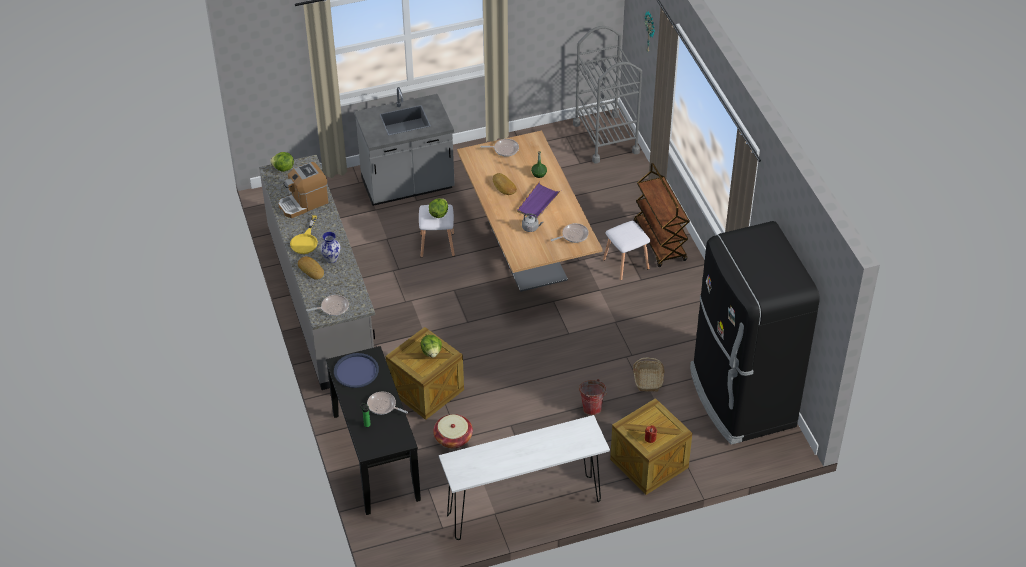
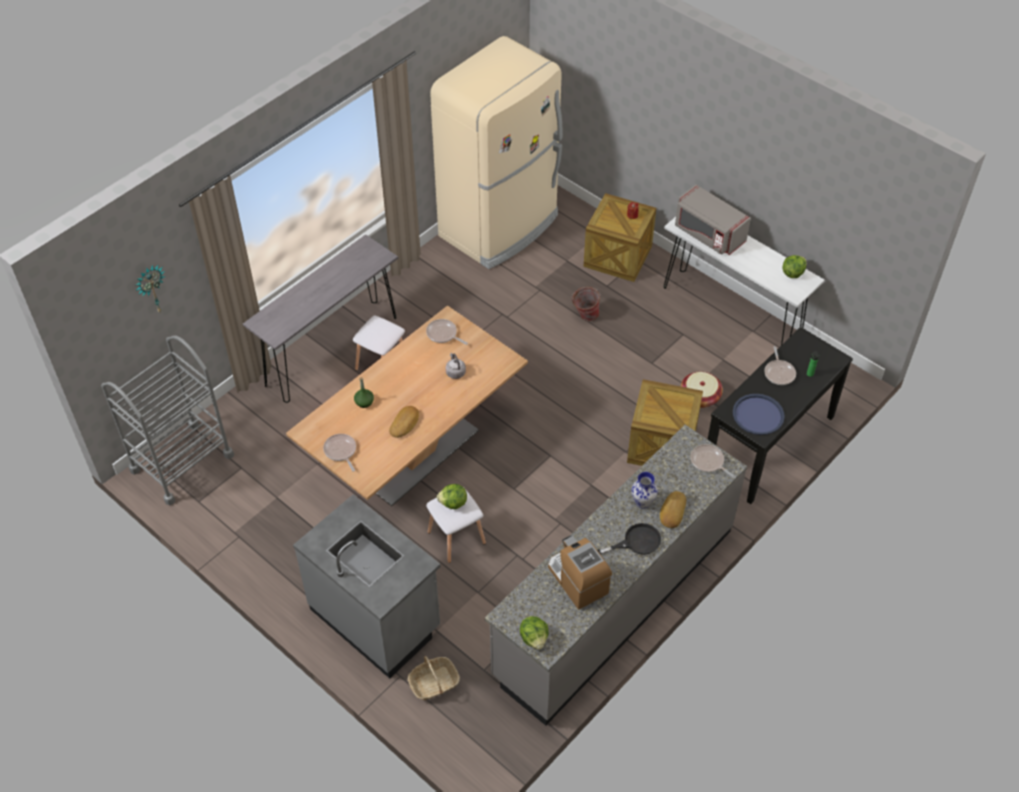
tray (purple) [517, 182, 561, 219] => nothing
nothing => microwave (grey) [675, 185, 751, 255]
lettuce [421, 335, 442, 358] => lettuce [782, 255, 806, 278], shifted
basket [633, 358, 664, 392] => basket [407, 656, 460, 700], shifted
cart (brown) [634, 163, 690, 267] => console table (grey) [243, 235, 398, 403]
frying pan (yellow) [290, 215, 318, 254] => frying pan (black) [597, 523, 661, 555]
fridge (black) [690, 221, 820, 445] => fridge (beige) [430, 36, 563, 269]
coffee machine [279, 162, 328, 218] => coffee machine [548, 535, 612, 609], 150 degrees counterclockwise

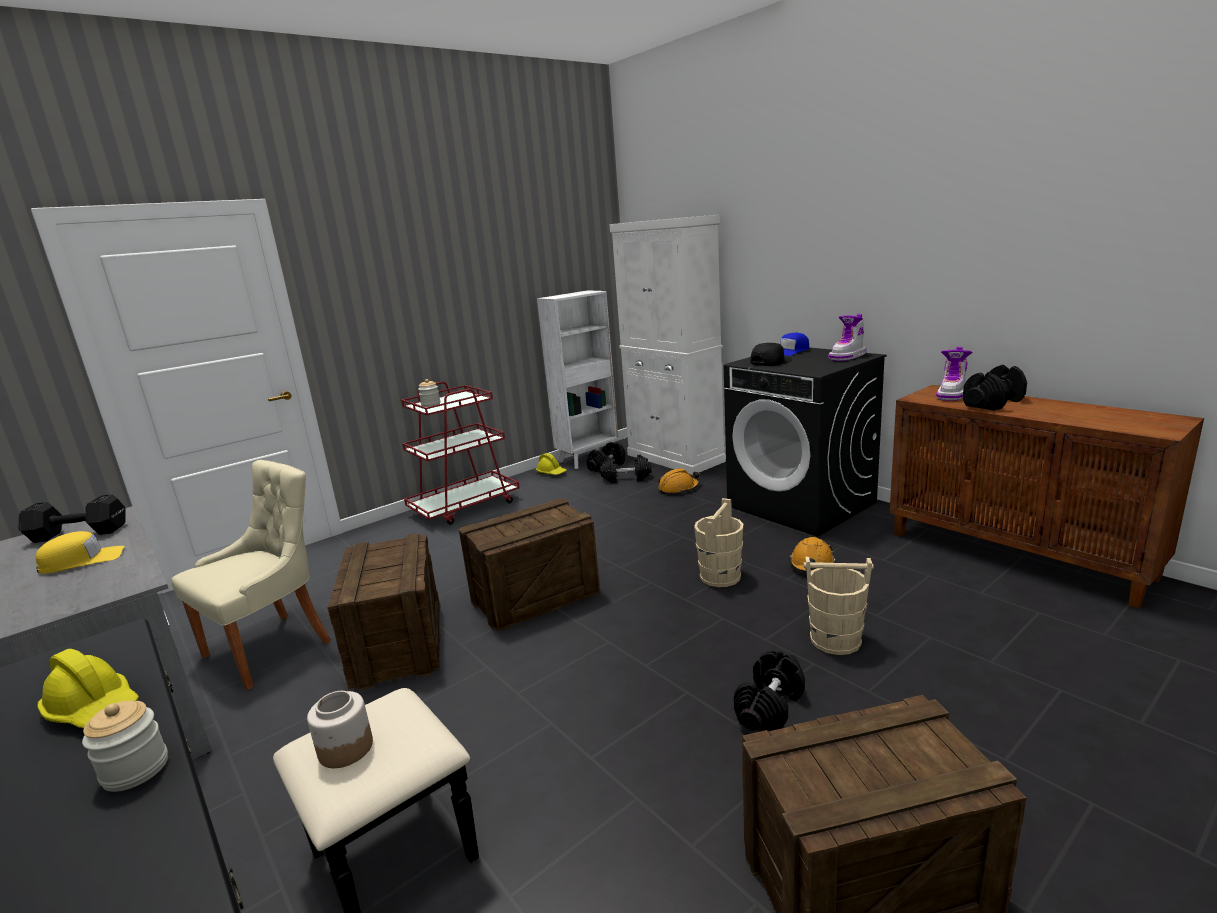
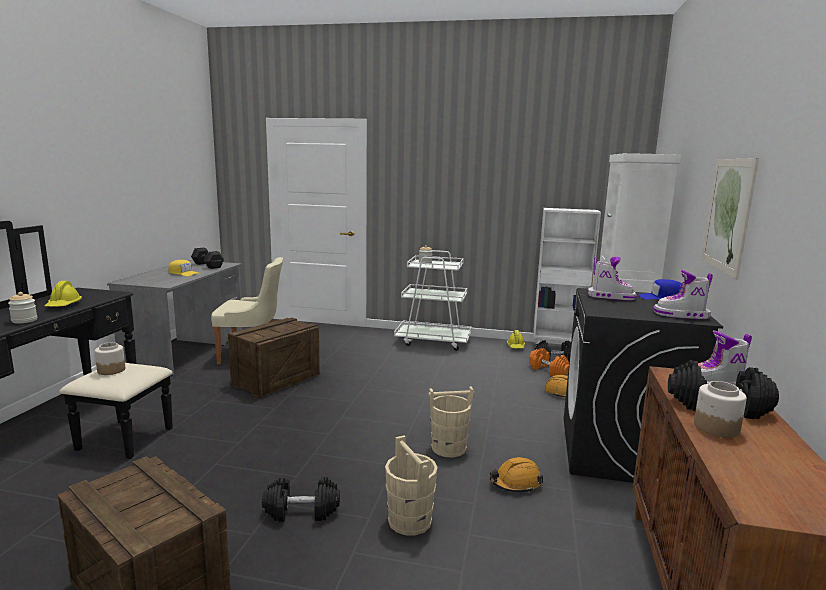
crate [459, 498, 600, 631] => nothing
nothing => jar [694, 381, 747, 438]
nothing => picture [701, 158, 759, 280]
cap (black) [750, 343, 792, 366] => boot [587, 257, 637, 301]
cart (red) [401, 381, 520, 525] => cart (white) [394, 250, 472, 351]
dumbbell (black) [600, 454, 651, 483] => dumbbell (orange) [529, 348, 569, 376]

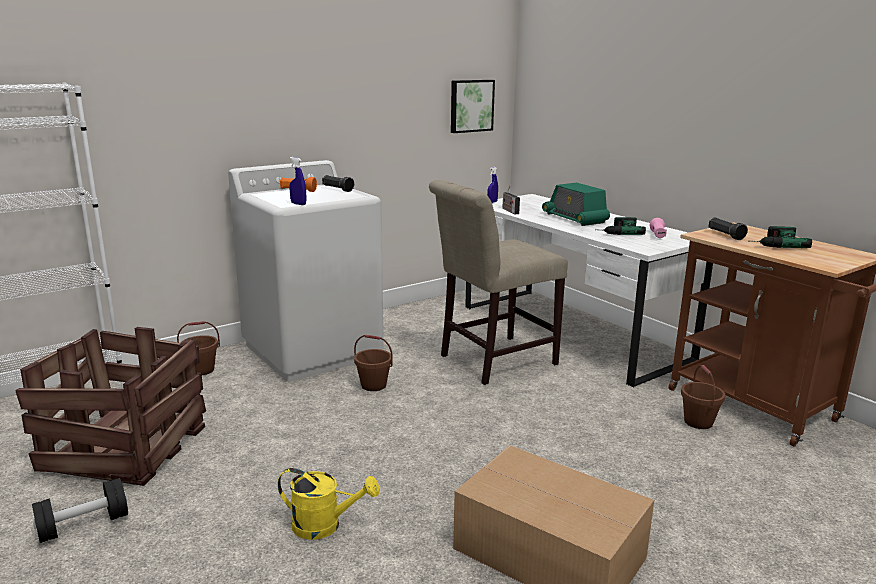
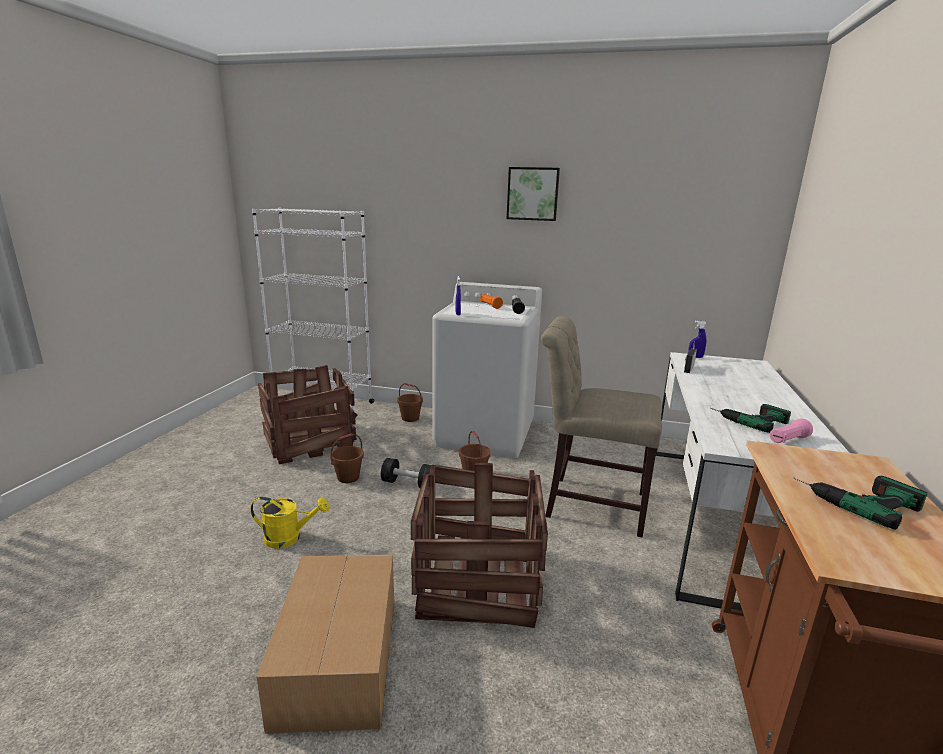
radio [542, 183, 610, 226] => nothing
flashlight (black) [708, 218, 748, 240] => nothing
nothing => crate [411, 463, 548, 628]
dumbbell (black) [32, 478, 128, 543] => dumbbell (black) [381, 458, 432, 488], shifted
picture [451, 80, 495, 133] => picture [507, 167, 560, 221], shifted
bucket (brown) [681, 365, 725, 429] => bucket (brown) [330, 433, 364, 483], shifted
watering can (yellow) [277, 468, 379, 540] => watering can (yellow) [251, 497, 329, 548], 60 degrees counterclockwise

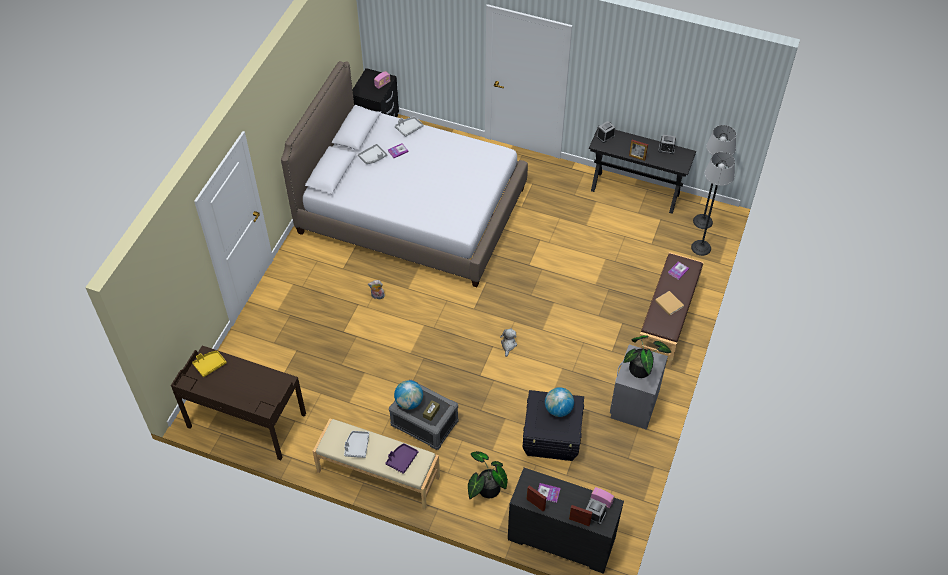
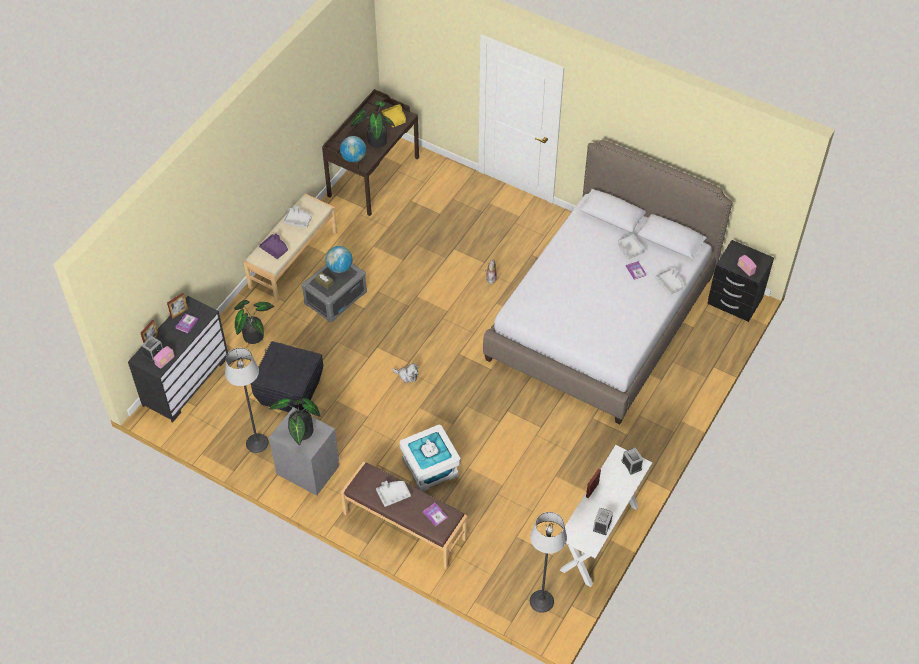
nothing => potted plant [350, 100, 395, 148]
nothing => storage box (white) [399, 425, 460, 491]
globe [545, 387, 574, 417] => globe [340, 136, 366, 162], shifted
floor lamp [691, 152, 735, 256] => floor lamp [225, 348, 269, 453], shifted
book (beige) [655, 291, 684, 315] => tray (grey) [376, 481, 411, 507]
console table (black) [589, 125, 696, 214] => console table (white) [560, 445, 652, 587]

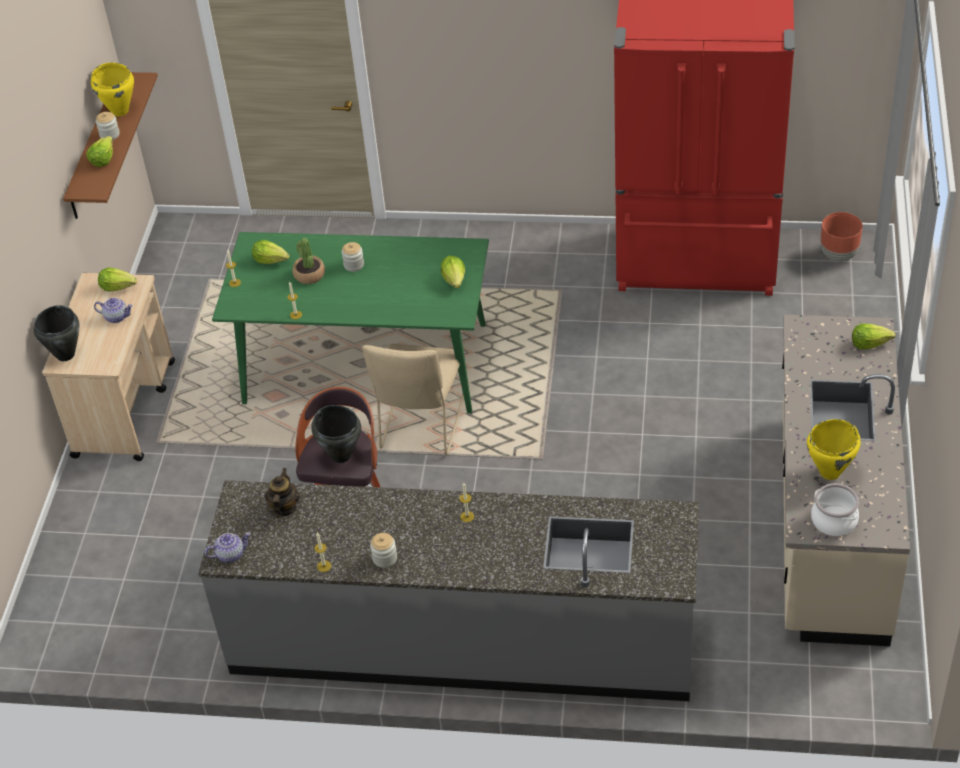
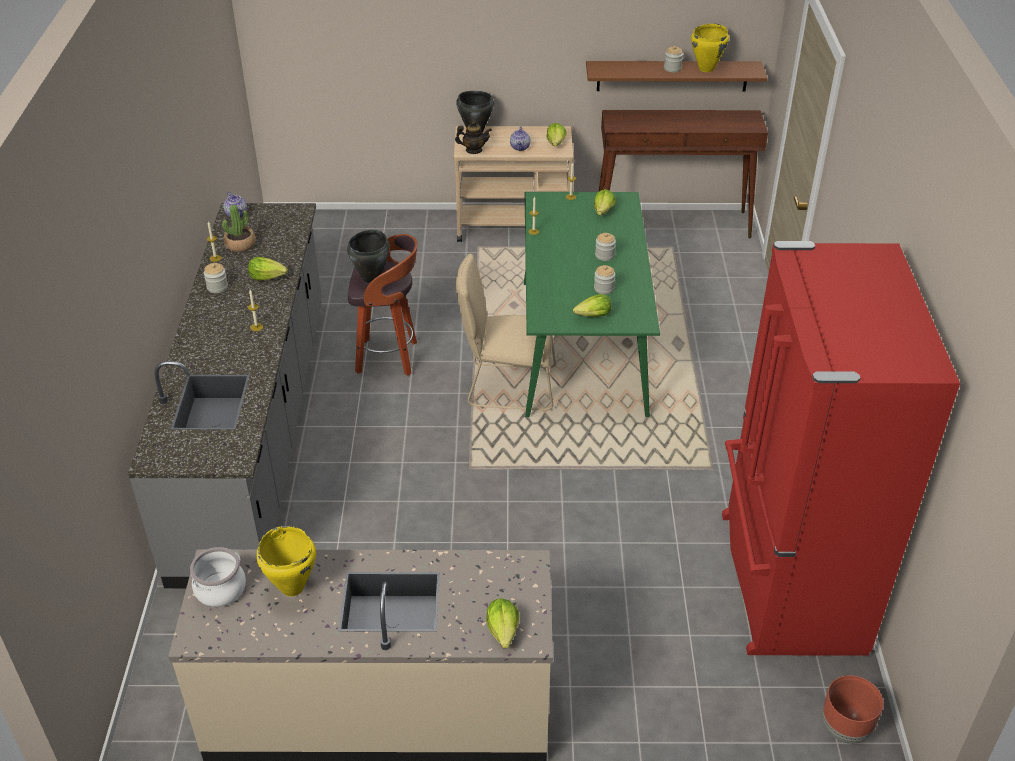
nothing => jar [594, 265, 615, 294]
nothing => console table (brown) [599, 110, 768, 238]
lettuce [87, 136, 113, 167] => lettuce [248, 257, 288, 280], shifted
teapot [265, 468, 300, 518] => teapot [455, 120, 492, 154], shifted
potted plant [293, 238, 325, 284] => potted plant [222, 204, 256, 252], shifted

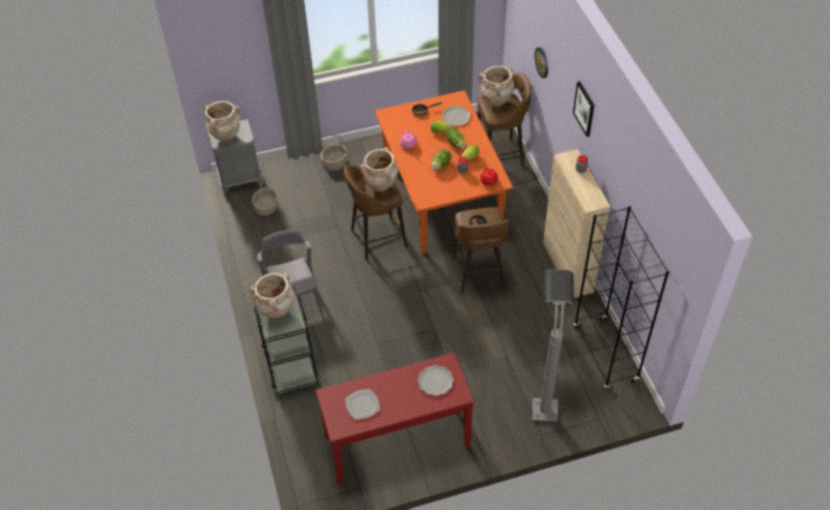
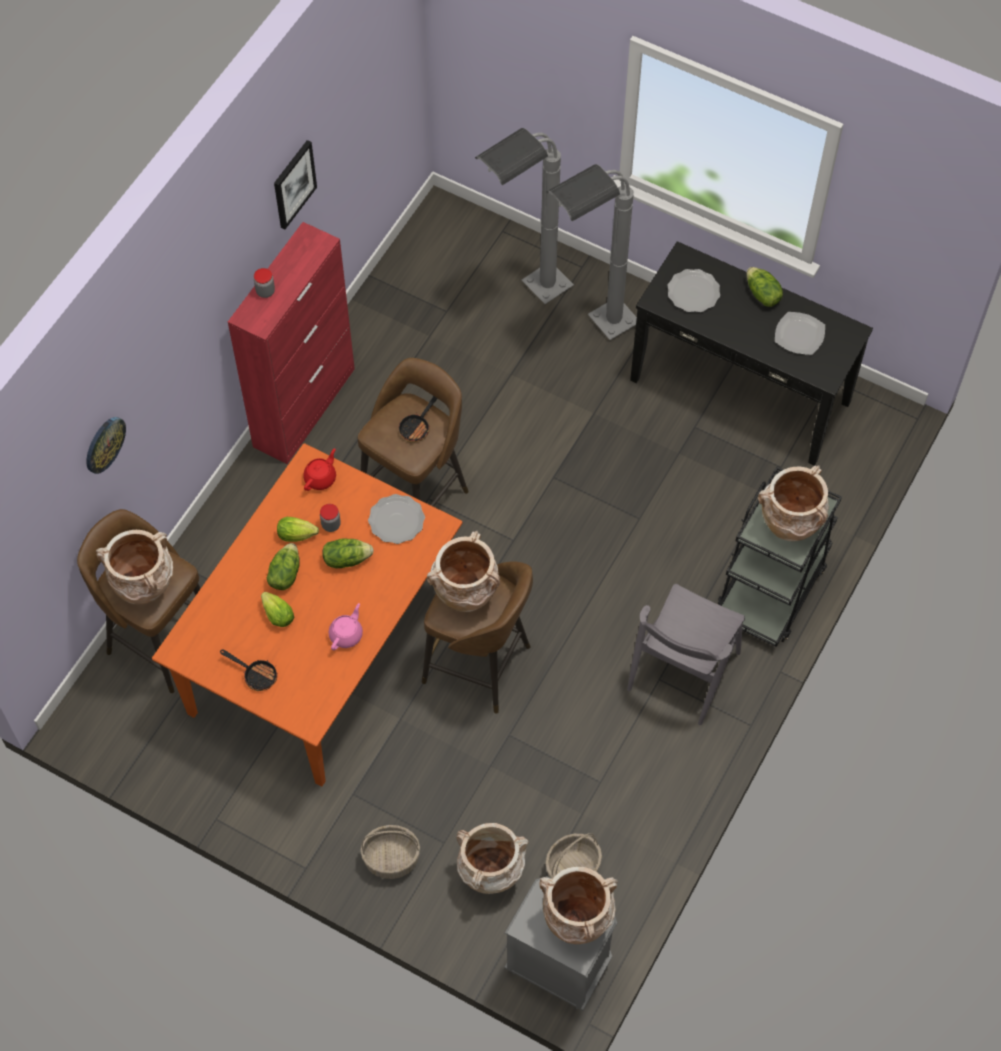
bookcase (black) [573, 206, 669, 391] => nothing
nothing => vase (beige) [456, 823, 529, 894]
nothing => floor lamp (grey) [546, 164, 637, 340]
nothing => lettuce [747, 267, 783, 307]
plate [442, 106, 471, 126] => plate [368, 494, 425, 544], shifted
picture [573, 81, 594, 137] => picture [274, 140, 317, 229], shifted
console table (red) [316, 353, 474, 484] => console table (black) [630, 241, 873, 466]
cabinet (beige) [543, 149, 610, 298] => cabinet (red) [228, 222, 355, 464]

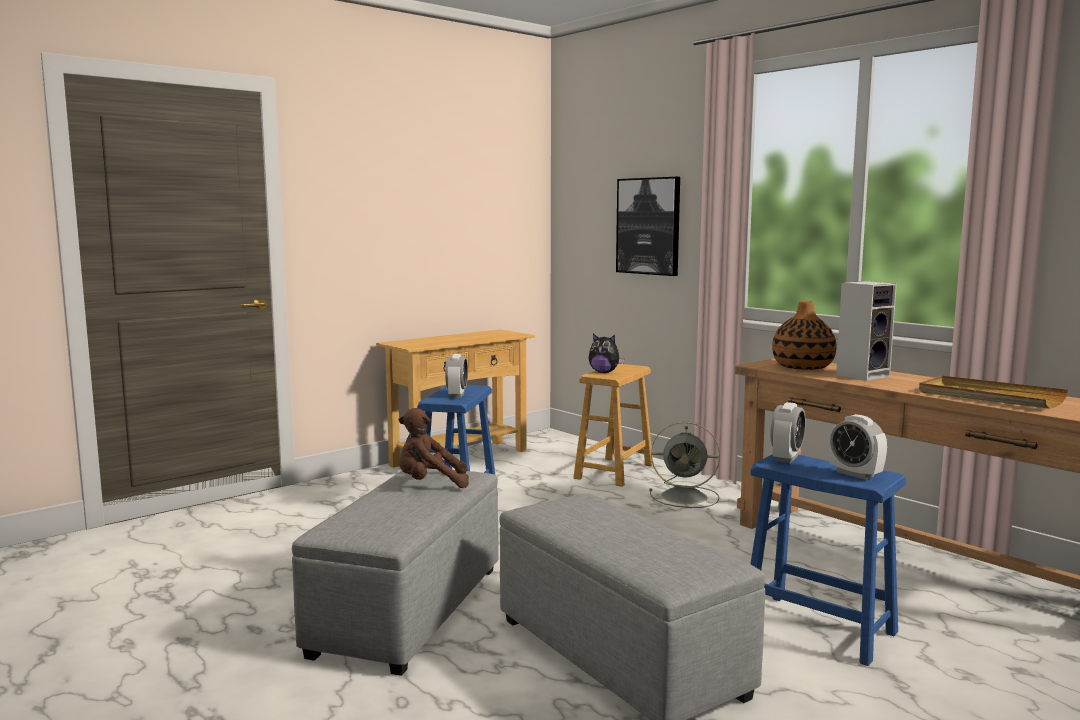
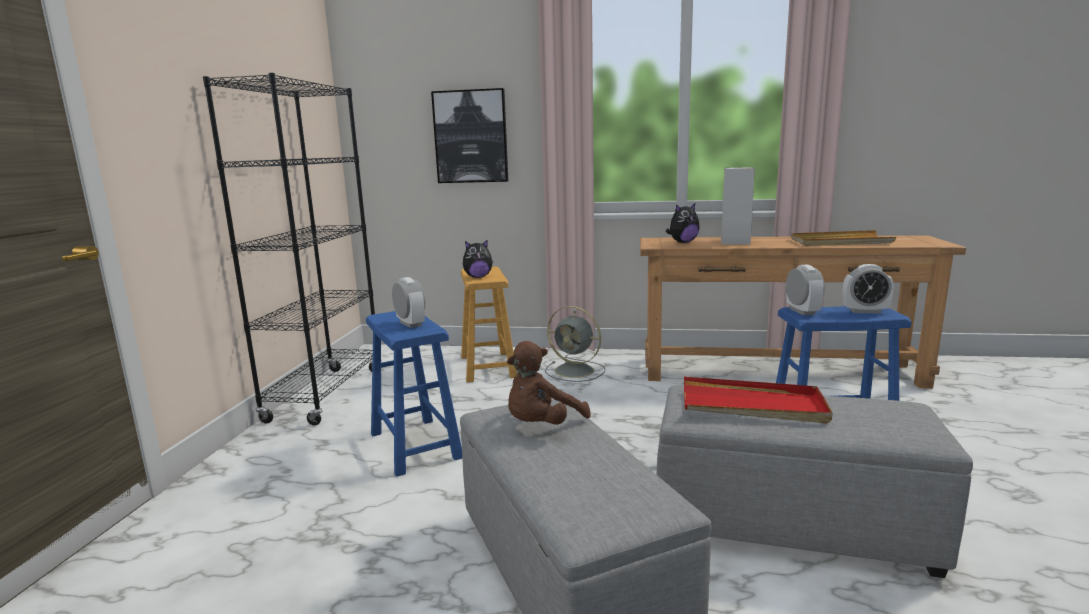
nothing => tray (red) [684, 377, 833, 423]
console table (beige) [376, 330, 535, 468] => bookcase (black) [203, 73, 382, 425]
vase [772, 301, 837, 370] => plush toy [666, 203, 700, 243]
fan (grey) [649, 422, 720, 508] => fan (grey) [545, 306, 605, 382], 60 degrees clockwise

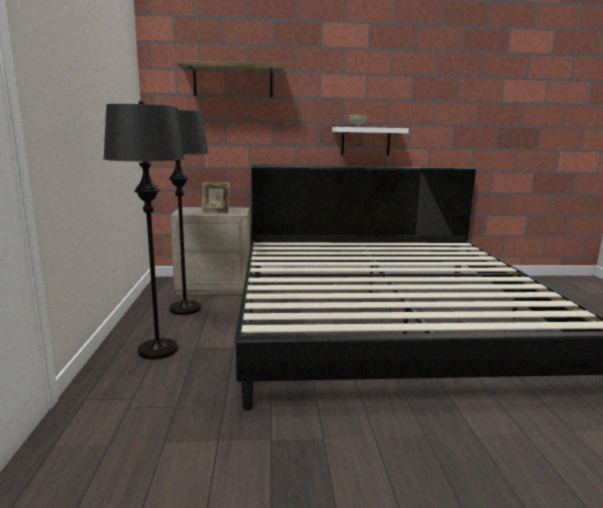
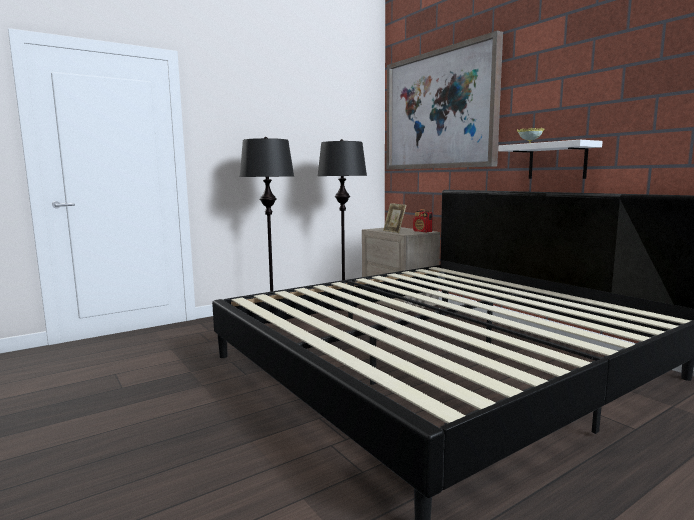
nothing => radio [413, 209, 433, 233]
shelf [176, 60, 284, 98] => picture [387, 31, 503, 169]

